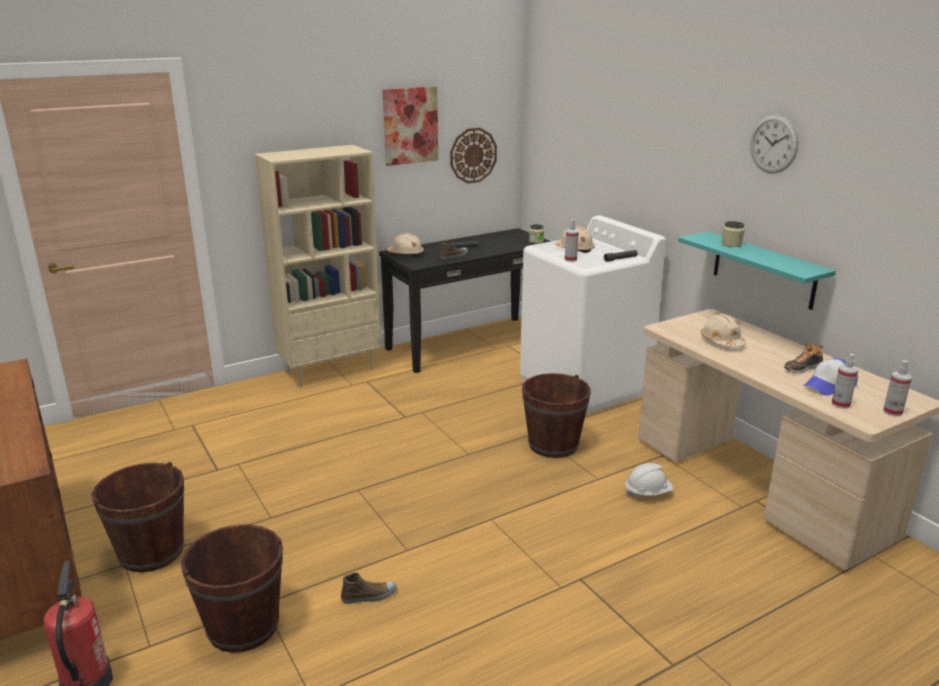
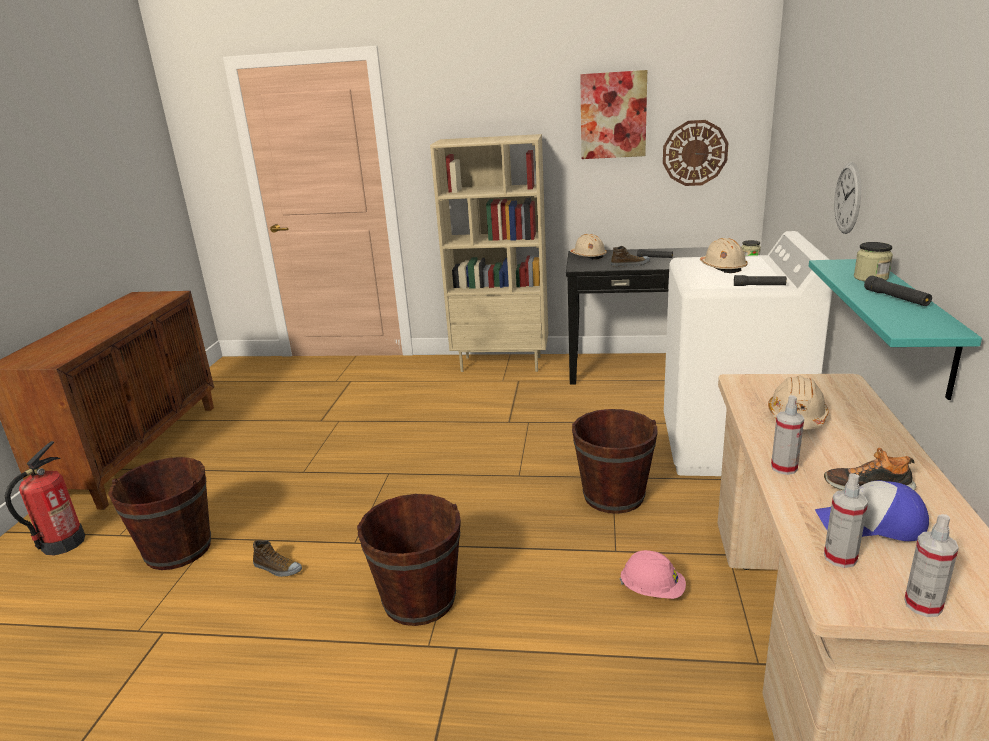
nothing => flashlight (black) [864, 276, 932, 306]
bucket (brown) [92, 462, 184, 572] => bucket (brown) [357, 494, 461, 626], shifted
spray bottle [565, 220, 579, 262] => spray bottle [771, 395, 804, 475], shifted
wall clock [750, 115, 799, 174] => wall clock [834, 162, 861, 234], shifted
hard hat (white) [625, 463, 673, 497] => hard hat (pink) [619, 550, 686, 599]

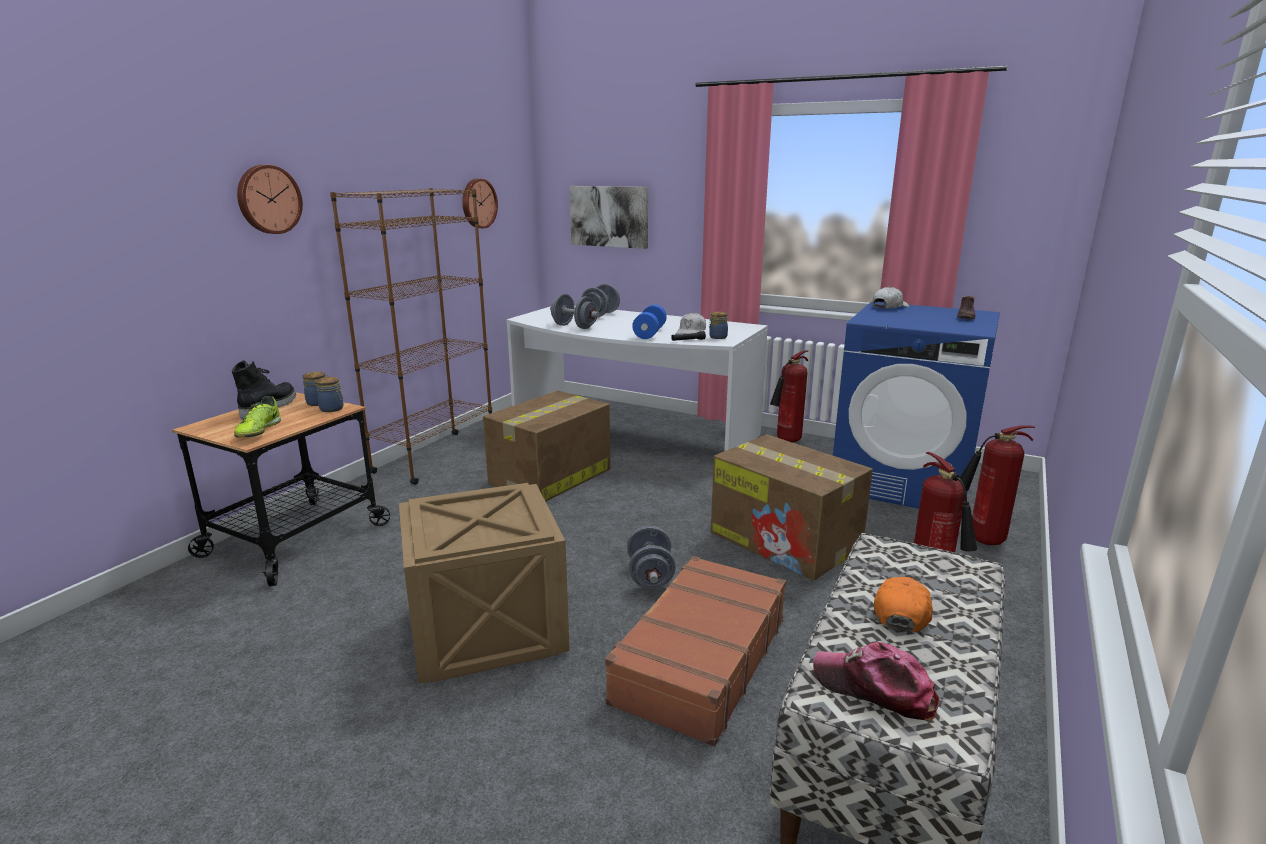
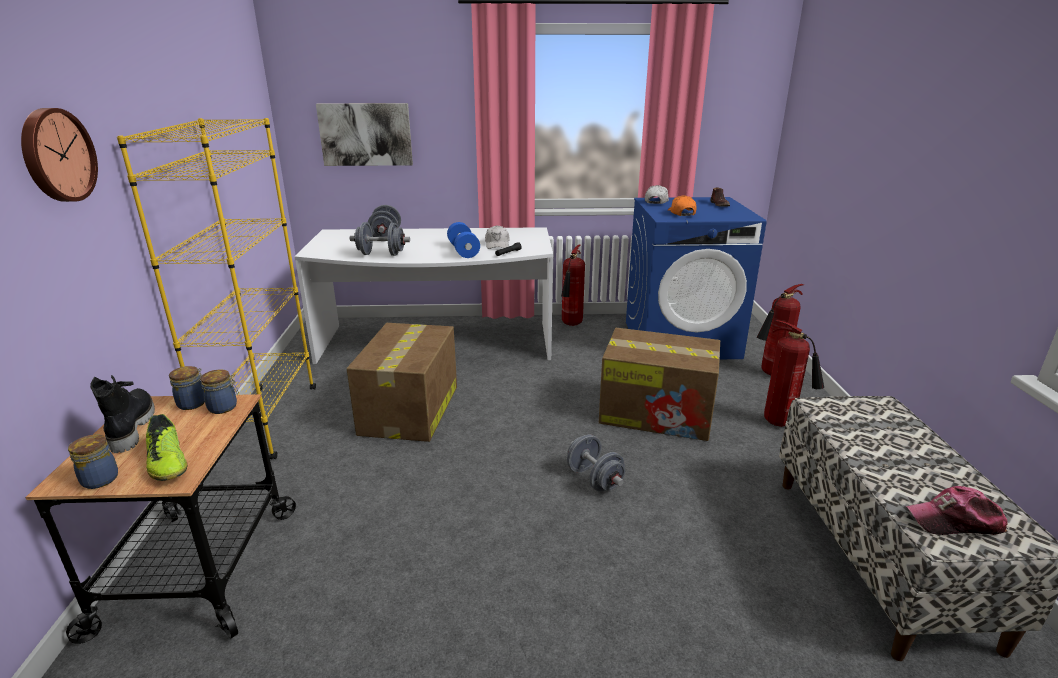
crate [399, 483, 570, 684] => nothing
wall clock [462, 179, 498, 228] => nothing
suitcase (brown) [605, 556, 786, 746] => nothing
jar [709, 312, 728, 339] => jar [68, 434, 118, 489], shifted
cap (orange) [874, 577, 933, 632] => cap (orange) [668, 195, 697, 216], shifted
bookcase (brown) [330, 188, 492, 485] => bookcase (yellow) [117, 118, 316, 459]

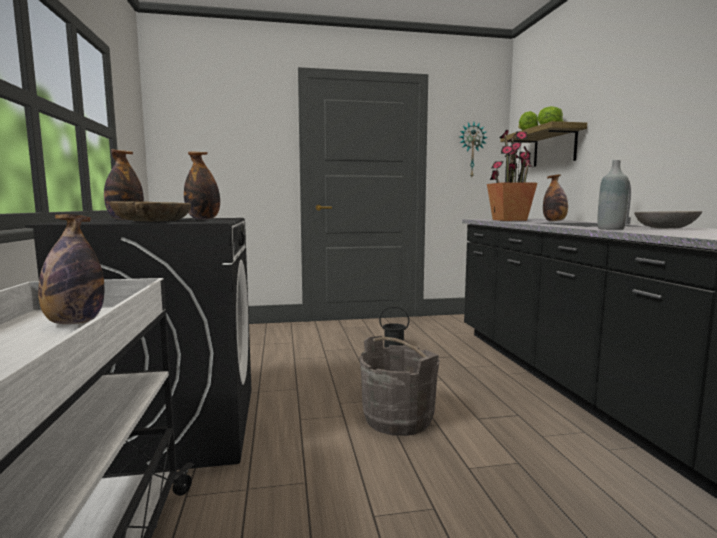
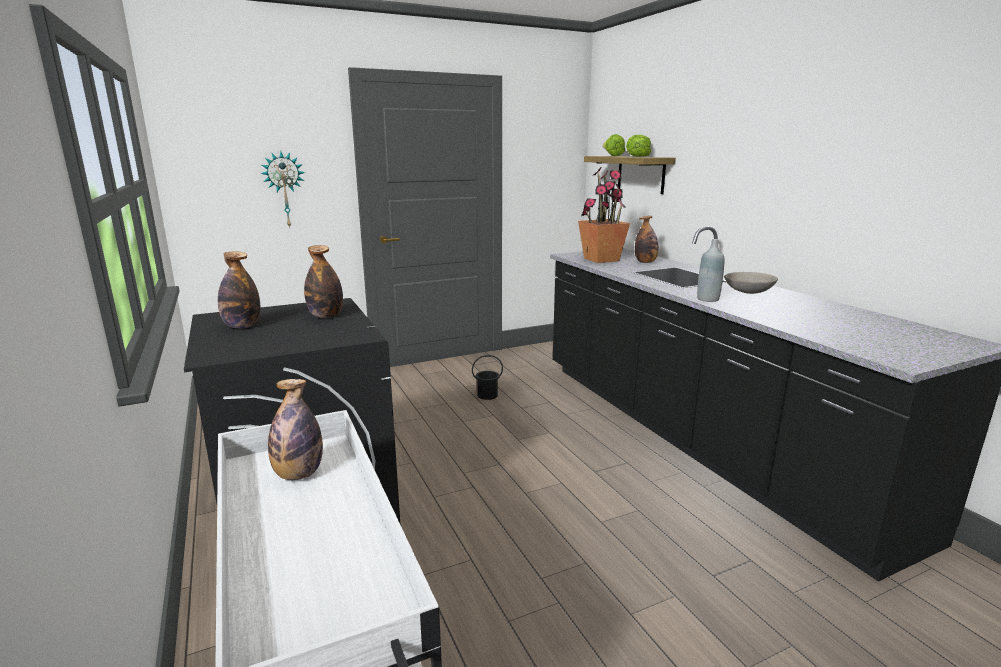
bowl (brown) [109, 201, 191, 222] => nothing
bucket (grey) [359, 336, 439, 436] => nothing
wall clock [460, 122, 488, 177] => wall clock [260, 151, 305, 229], shifted

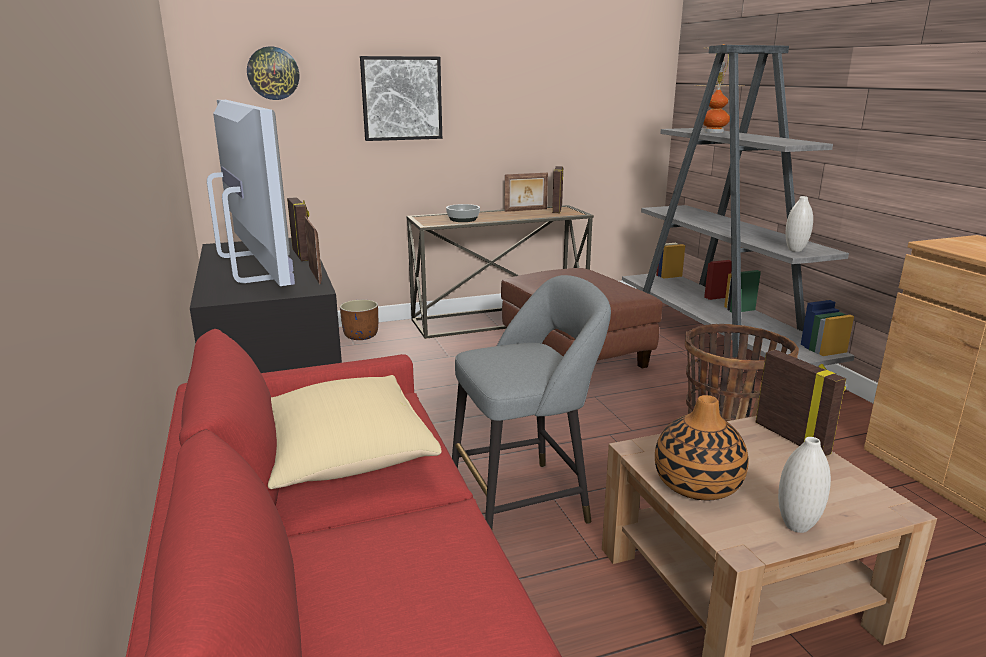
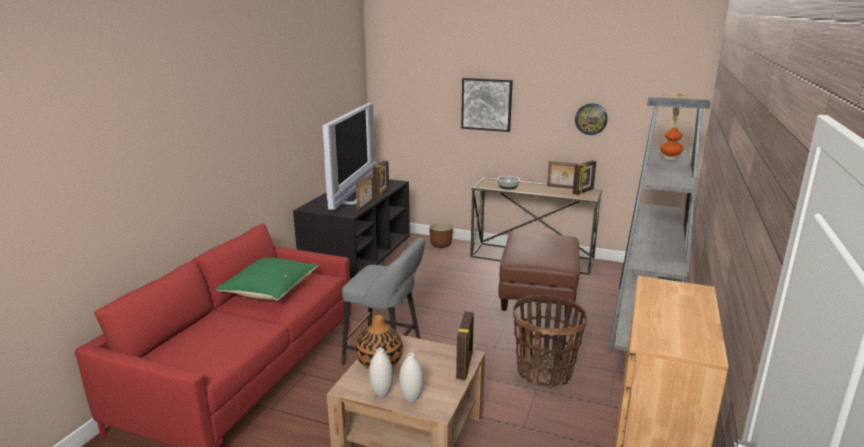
wall clock [247, 47, 299, 100] => wall clock [575, 103, 608, 135], shifted
vase (white) [785, 196, 813, 252] => vase (white) [399, 353, 423, 403], shifted
pillow (beige) [268, 375, 442, 489] => pillow (green) [215, 258, 318, 301]

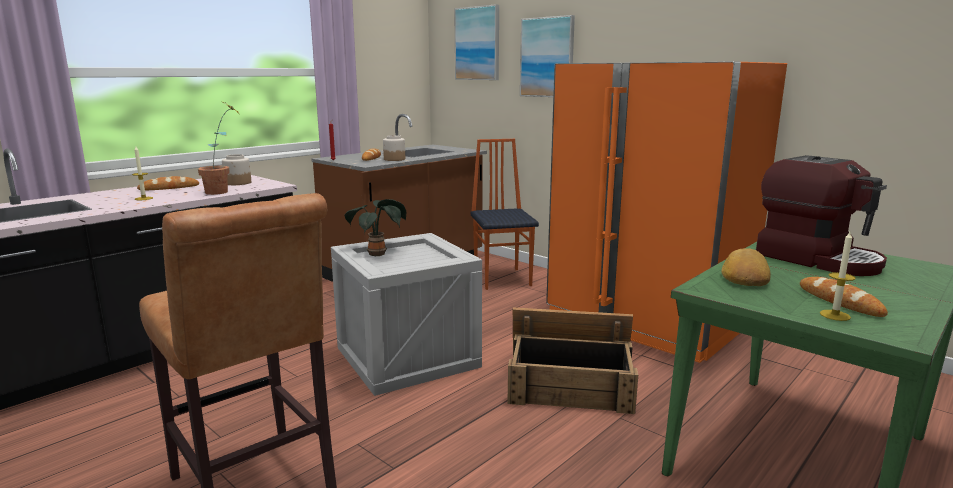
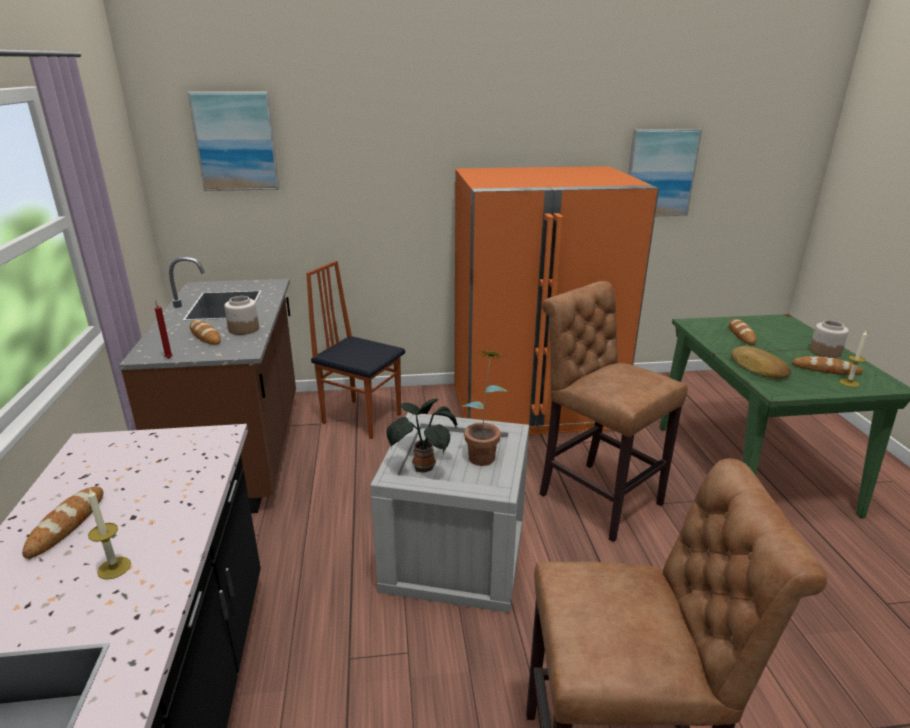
potted plant [198, 101, 239, 195] => potted plant [462, 350, 508, 466], shifted
jar [222, 154, 251, 185] => jar [810, 320, 849, 358], shifted
picture [520, 15, 575, 97] => picture [628, 129, 702, 216], shifted
crate [507, 307, 638, 414] => stool (brown) [540, 281, 688, 542]
coffee machine [756, 155, 887, 276] => bread [729, 319, 757, 345]

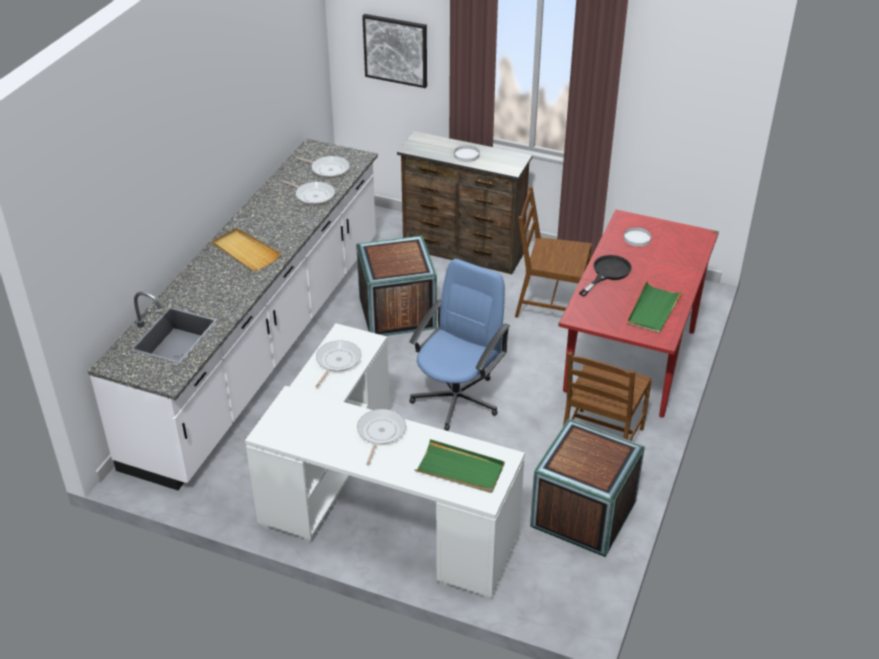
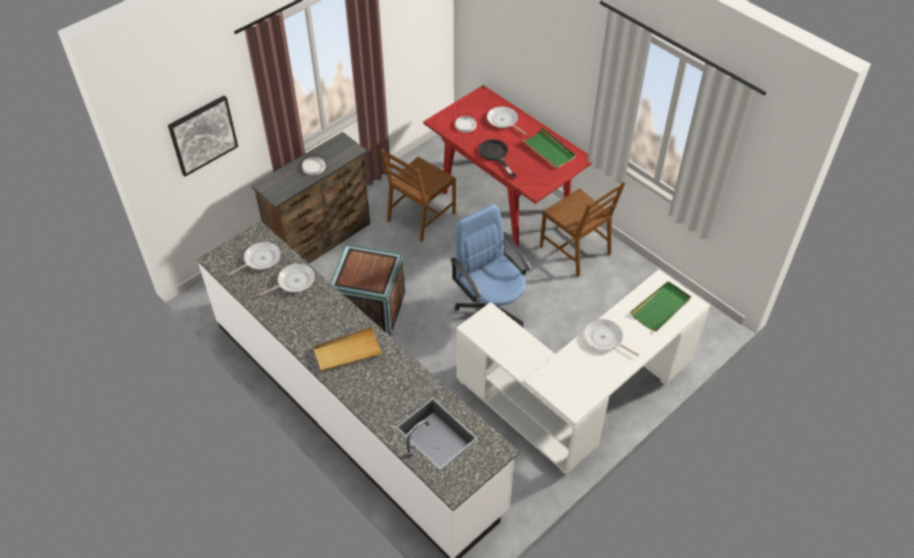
crate [530, 418, 645, 557] => nothing
frying pan [315, 340, 361, 388] => frying pan [487, 106, 527, 135], shifted

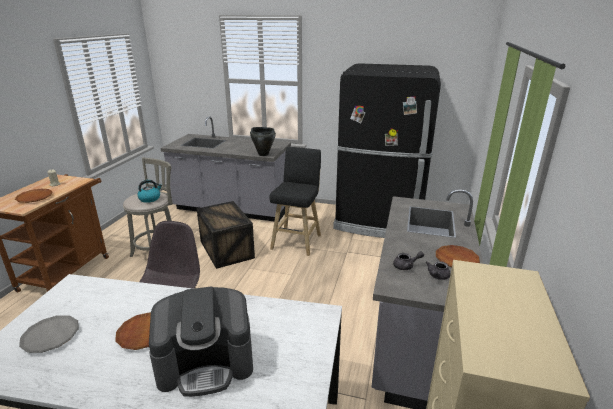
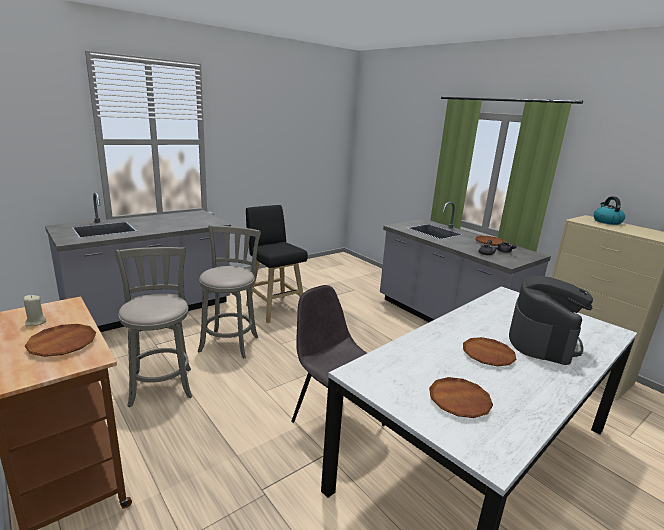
cooking pot (black) [250, 127, 276, 156] => nothing
fridge (black) [333, 63, 441, 238] => nothing
kettle [137, 180, 162, 203] => kettle [594, 196, 625, 225], shifted
crate [197, 201, 255, 269] => stool (grey) [198, 225, 261, 359]
plate (grey) [19, 315, 79, 353] => plate (brown) [429, 377, 493, 418]

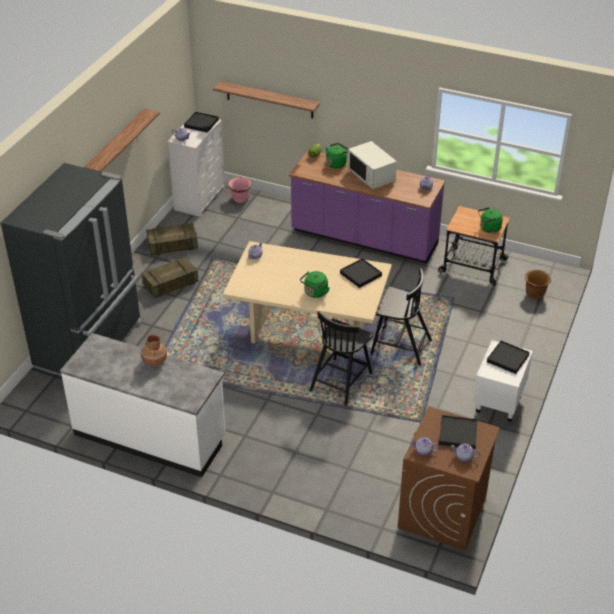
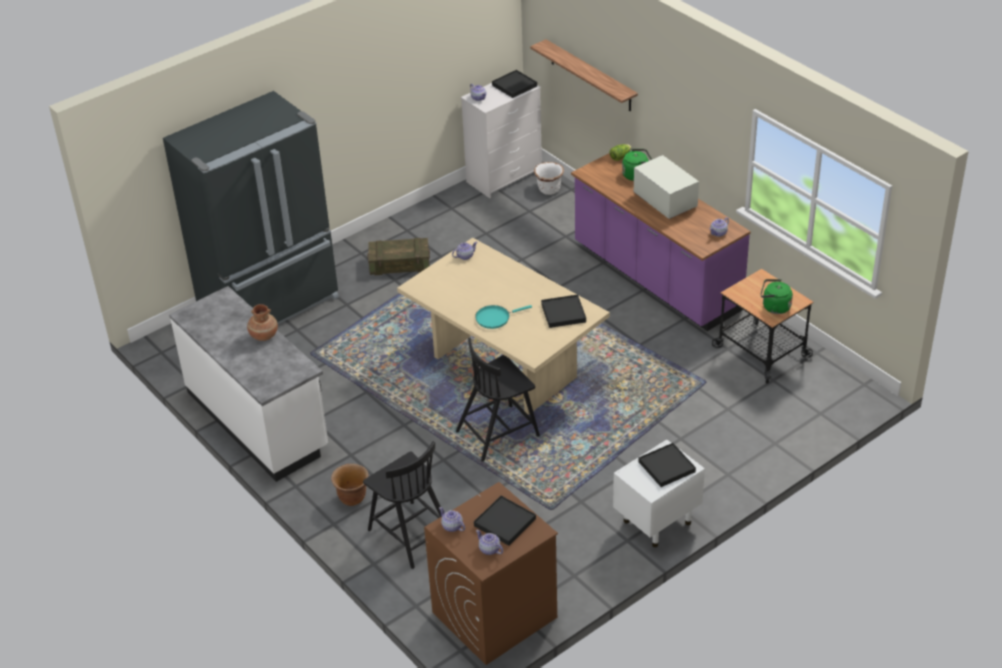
shelf [84, 108, 160, 172] => nothing
crate [146, 223, 198, 256] => nothing
chair (black) [370, 268, 432, 366] => chair (black) [363, 441, 442, 569], shifted
planter (brown) [524, 270, 551, 299] => planter (brown) [331, 464, 369, 506], shifted
kettle (green) [300, 271, 330, 298] => frying pan (turquoise) [475, 305, 532, 329]
planter (pink) [228, 177, 252, 203] => planter (white) [534, 162, 564, 195]
microwave (white) [348, 141, 397, 189] => microwave (white) [634, 155, 699, 219], 150 degrees clockwise

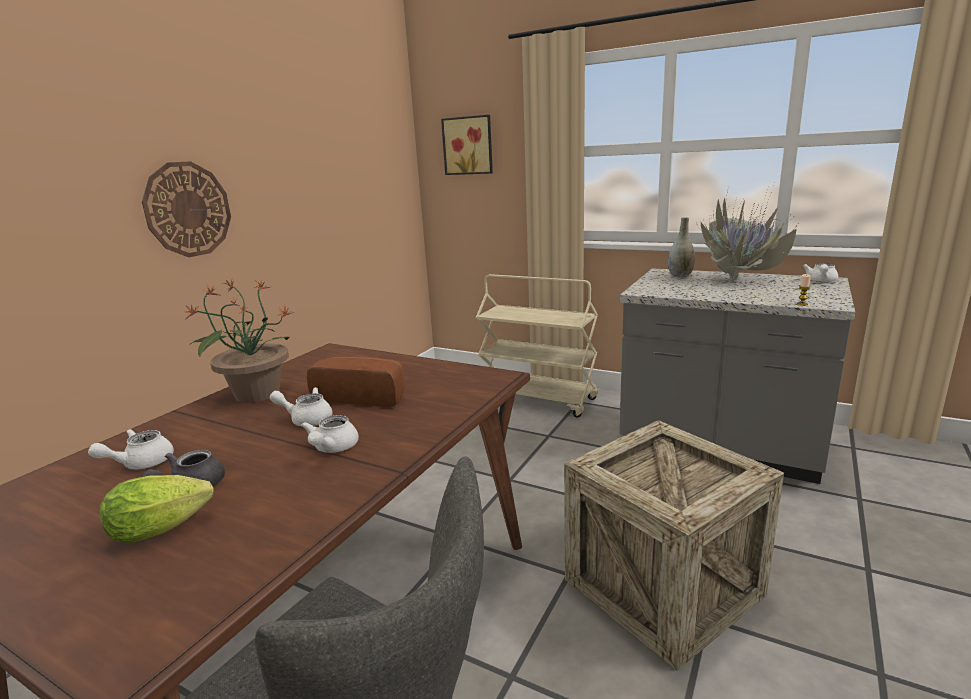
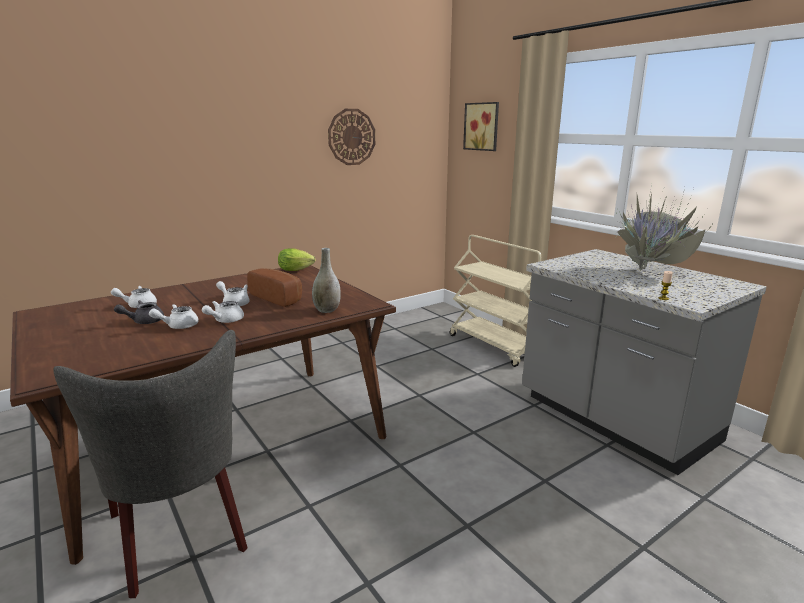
potted plant [185, 280, 294, 403] => nothing
crate [564, 420, 784, 671] => nothing
lettuce [100, 475, 214, 543] => lettuce [278, 248, 316, 271], shifted
wall clock [142, 161, 231, 257] => wall clock [328, 109, 375, 165], shifted
vase (grey) [668, 217, 695, 277] => vase (grey) [312, 248, 341, 313], shifted
teapot (white) [803, 263, 838, 282] => teapot (white) [149, 304, 199, 329], shifted

